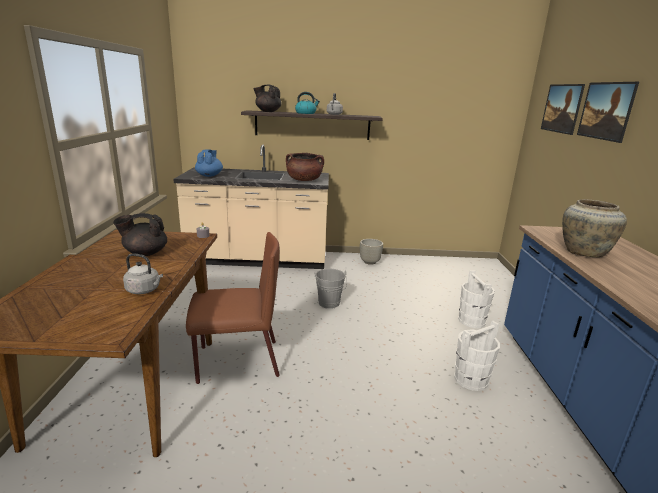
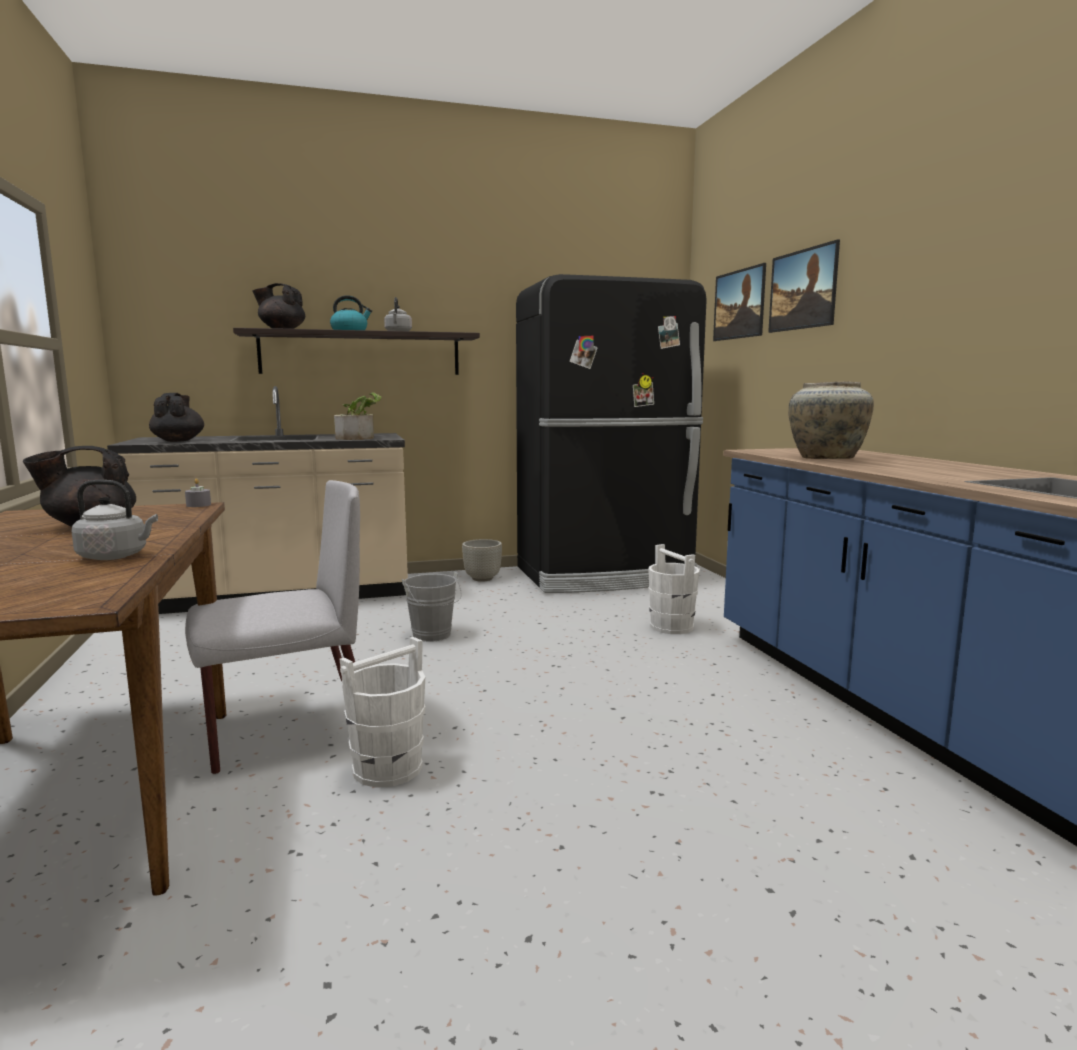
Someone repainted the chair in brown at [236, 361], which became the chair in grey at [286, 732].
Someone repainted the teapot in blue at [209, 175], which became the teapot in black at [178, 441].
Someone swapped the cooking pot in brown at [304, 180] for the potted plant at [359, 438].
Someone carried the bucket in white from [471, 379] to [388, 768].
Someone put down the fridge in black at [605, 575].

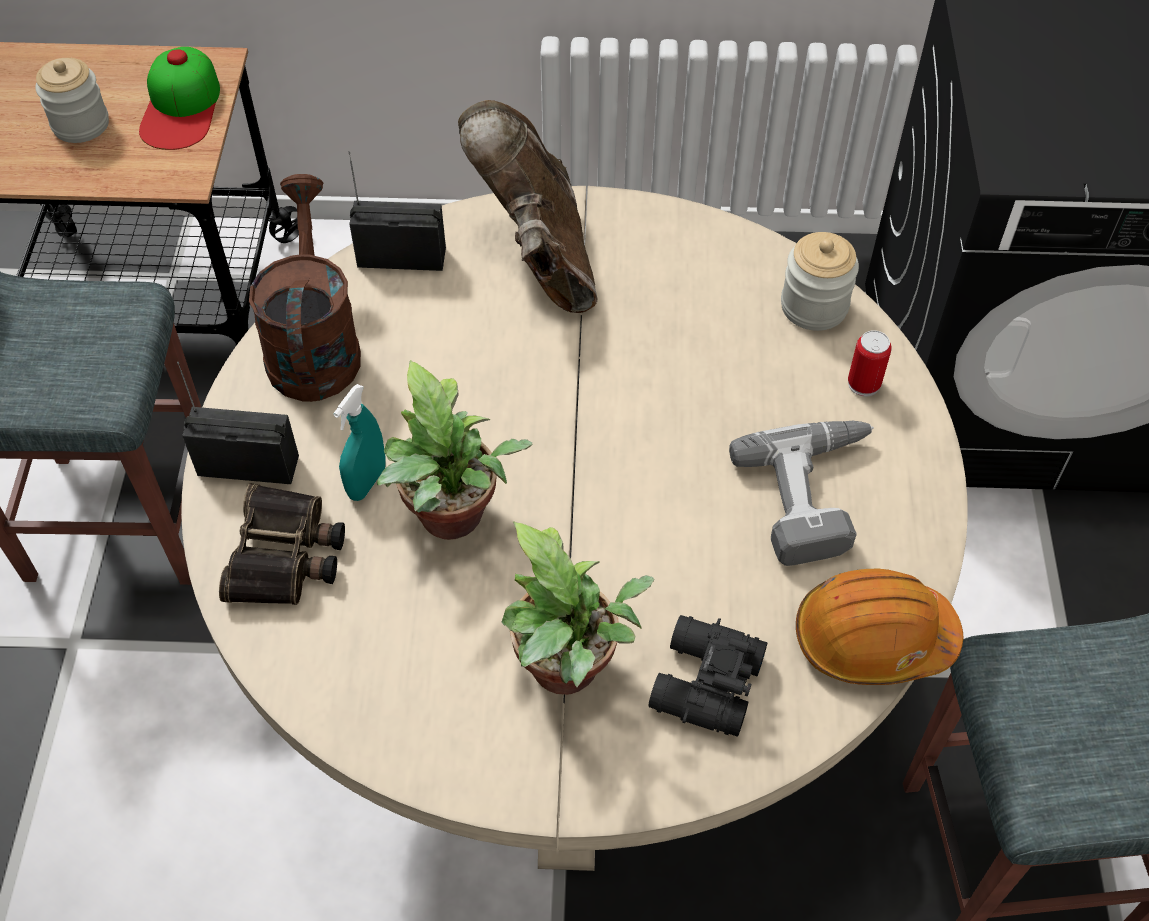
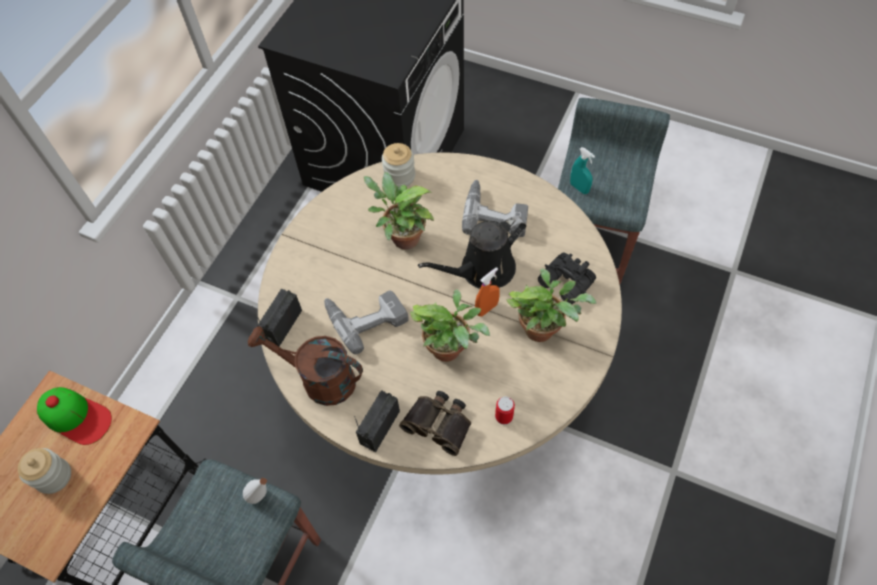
Someone carried the spray bottle in turquoise from [367, 482] to [579, 188].
Someone took away the boot in brown at [538, 257].
Someone took away the hard hat in orange at [872, 638].
Someone carried the can from [864, 384] to [504, 416].
Someone put down the bottle in white at [265, 498].
Someone put down the power drill at [365, 316].
Someone put down the potted plant at [402, 238].
Someone put down the watering can in black at [482, 270].
Someone put down the spray bottle in orange at [486, 308].

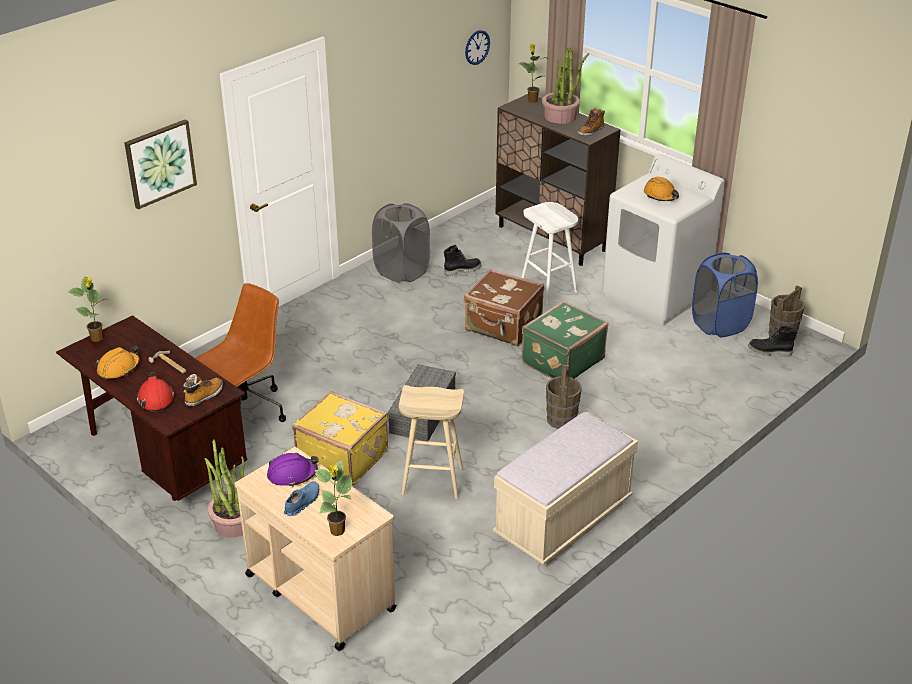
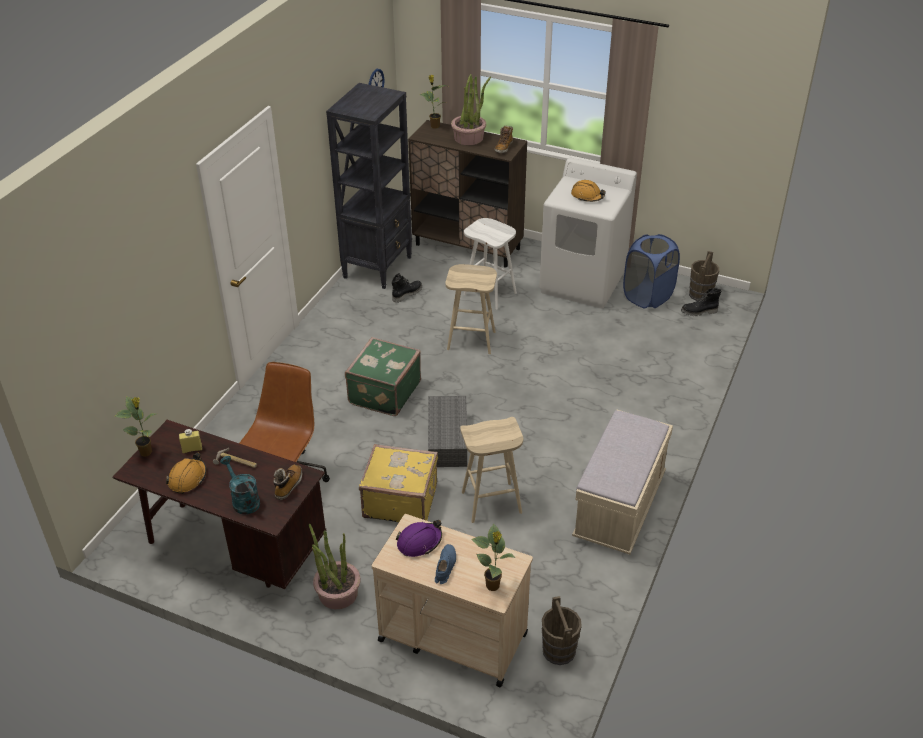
Someone took away the picture at [160, 163].
Someone swapped the hard hat in red at [155, 398] for the watering can in turquoise at [243, 500].
Someone took away the laundry basket in grey at [401, 271].
Someone swapped the suitcase in brown at [503, 327] for the stool in beige at [472, 340].
Someone carried the suitcase in green from [561, 361] to [383, 392].
Someone carried the bucket in brown from [561, 420] to [559, 651].
Someone put down the bottle in yellow at [192, 449].
Someone put down the bookcase in black at [378, 267].

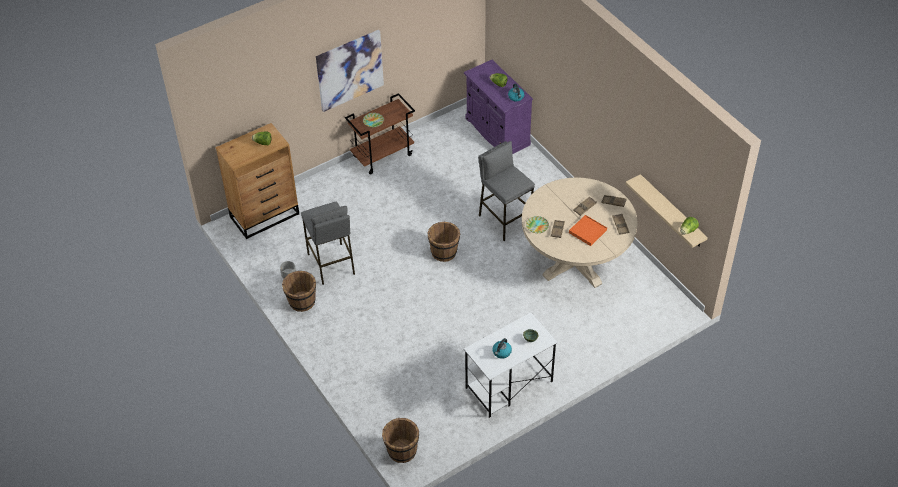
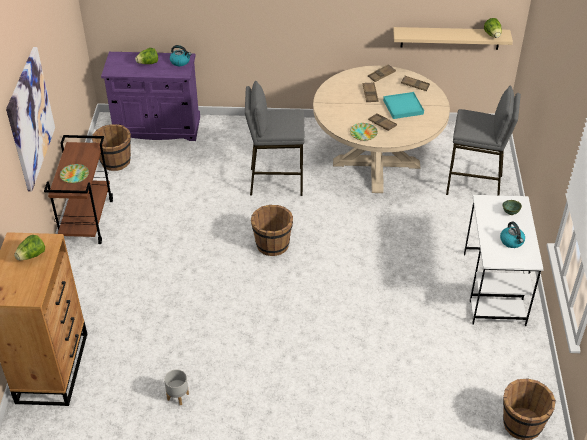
Someone carried the bucket in brown from [301, 302] to [115, 162].
Someone carried the stool in grey from [331, 264] to [474, 185].
Someone repainted the tray in orange at [588, 231], which became the tray in turquoise at [403, 107].

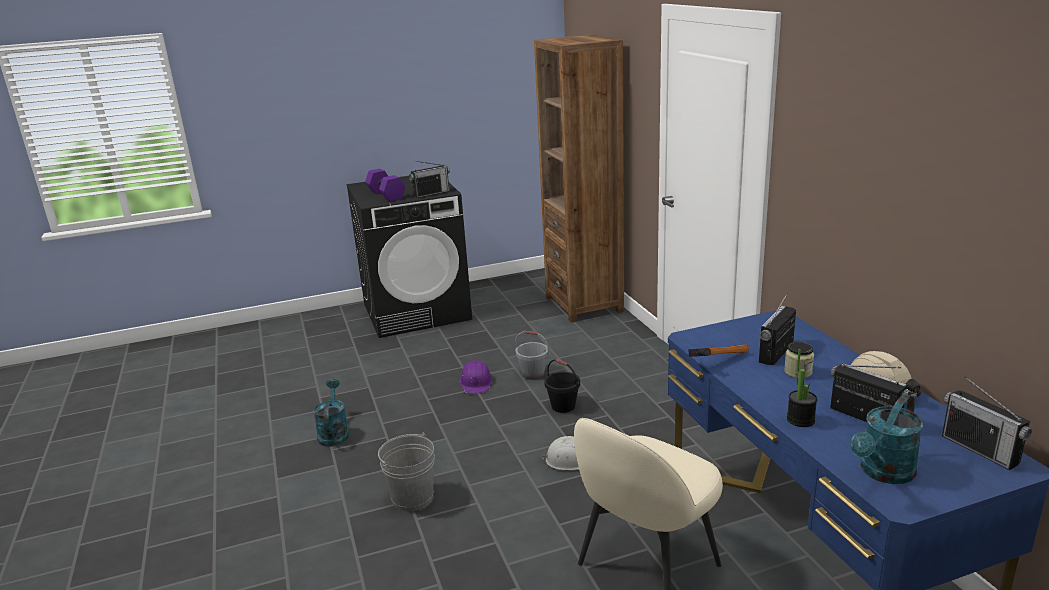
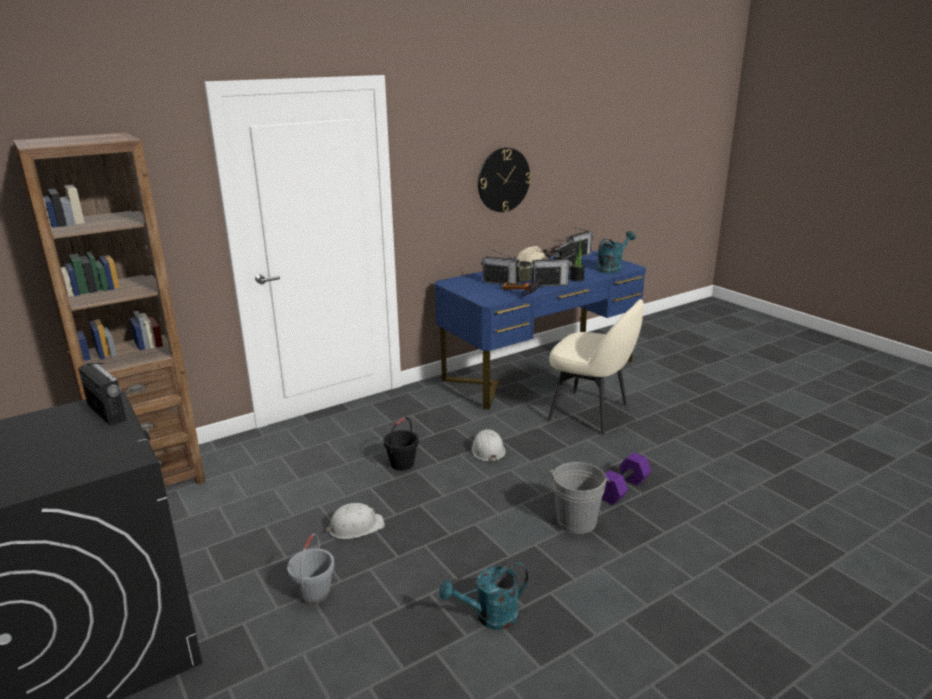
Someone carried the dumbbell in purple from [385, 195] to [623, 489].
Someone repainted the hard hat in purple at [476, 382], which became the hard hat in white at [355, 527].
Someone carried the bucket in grey from [533, 374] to [314, 594].
Someone rotated the watering can in turquoise at [883, 473] by 75 degrees counterclockwise.
Someone put up the wall clock at [503, 180].
Someone put down the radio at [549, 284].

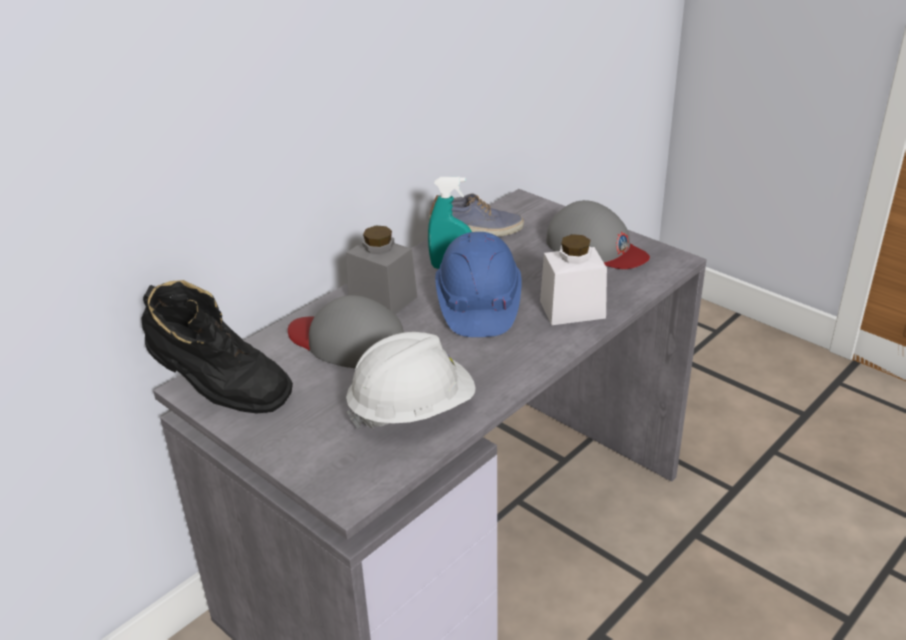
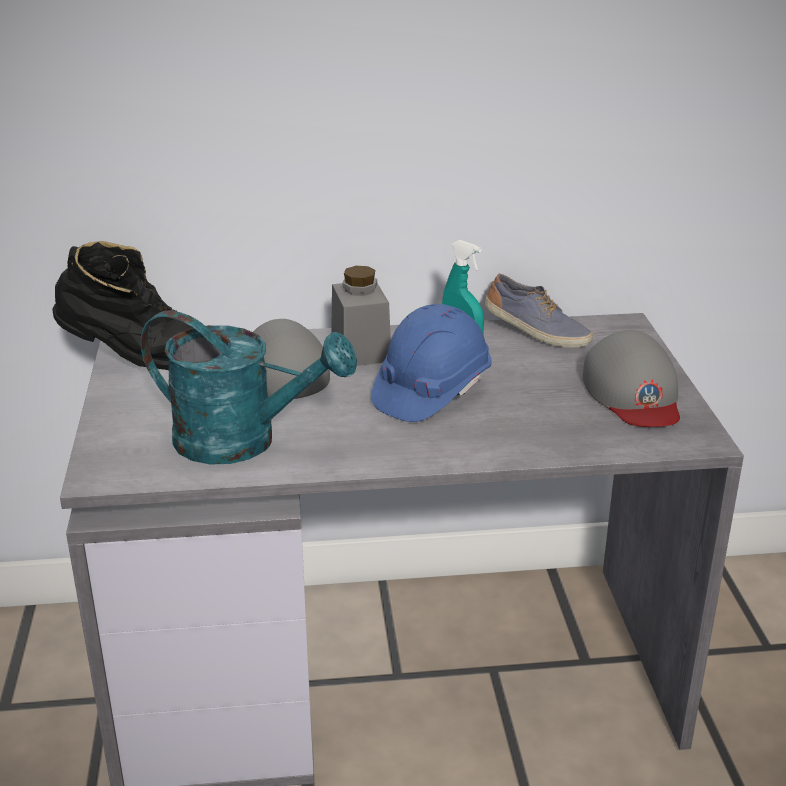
Someone rotated the boot in black at [219, 393] by 60 degrees counterclockwise.
Someone swapped the hard hat in white at [412, 409] for the watering can in turquoise at [243, 441].
Someone took away the jar in white at [572, 309].

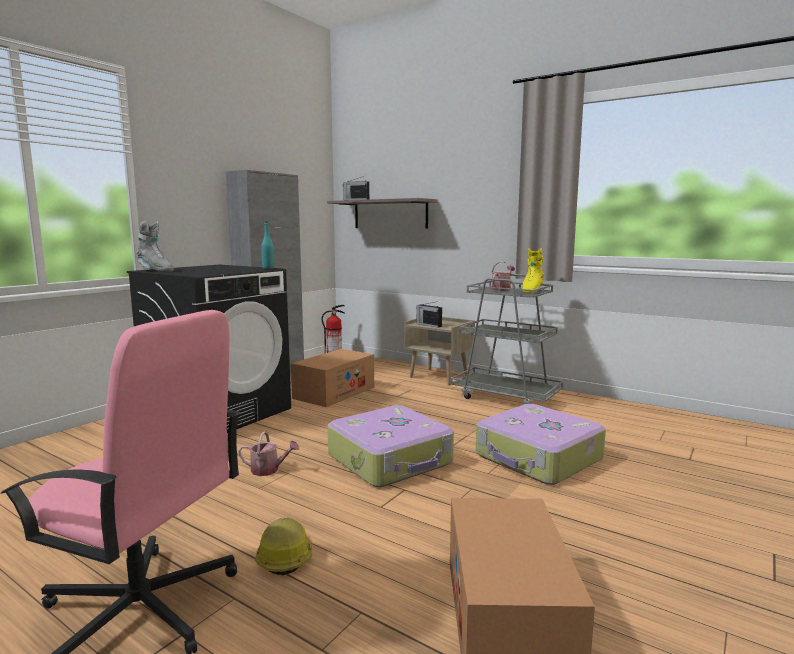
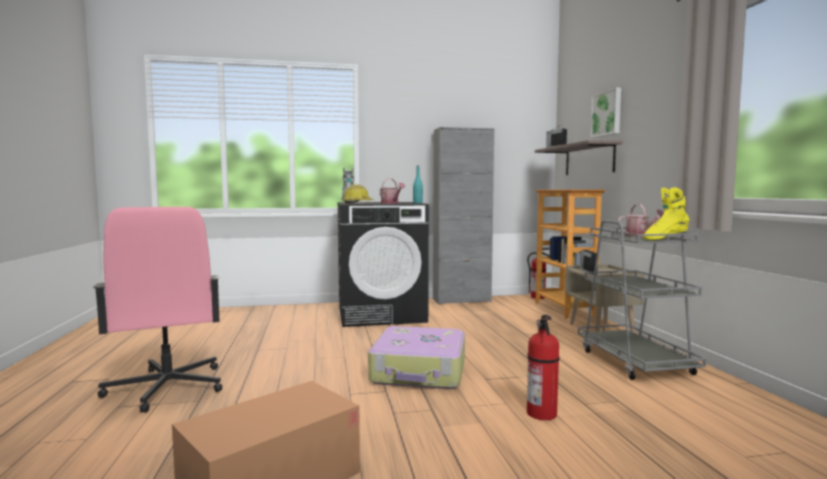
Someone carried the watering can from [269, 470] to [391, 203].
Someone carried the hard hat from [284, 556] to [358, 203].
Someone took away the cardboard box at [334, 392].
Someone swapped the suitcase at [538, 458] for the fire extinguisher at [542, 414].
Someone put down the bookcase at [565, 309].
Someone put up the picture at [607, 114].

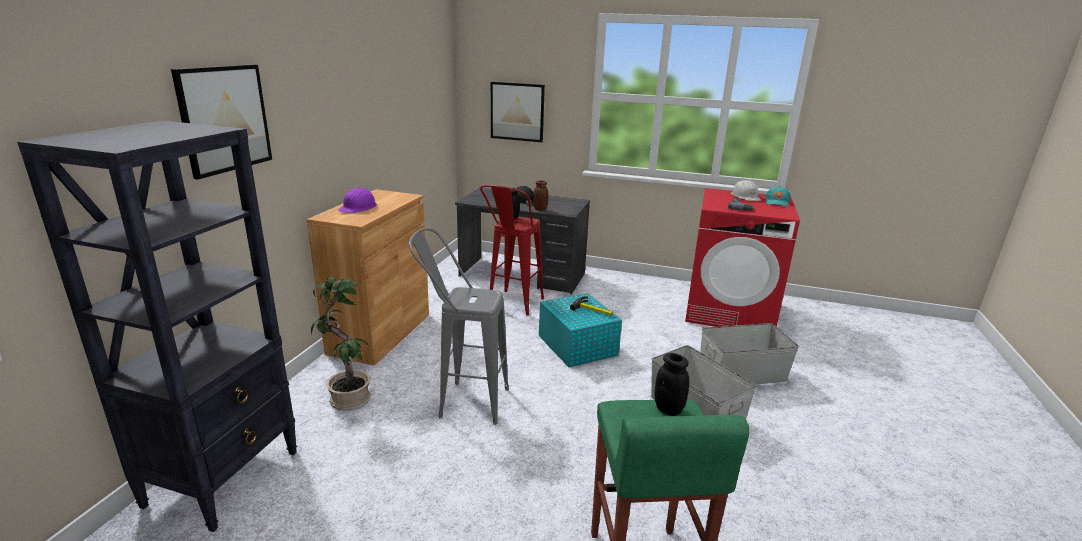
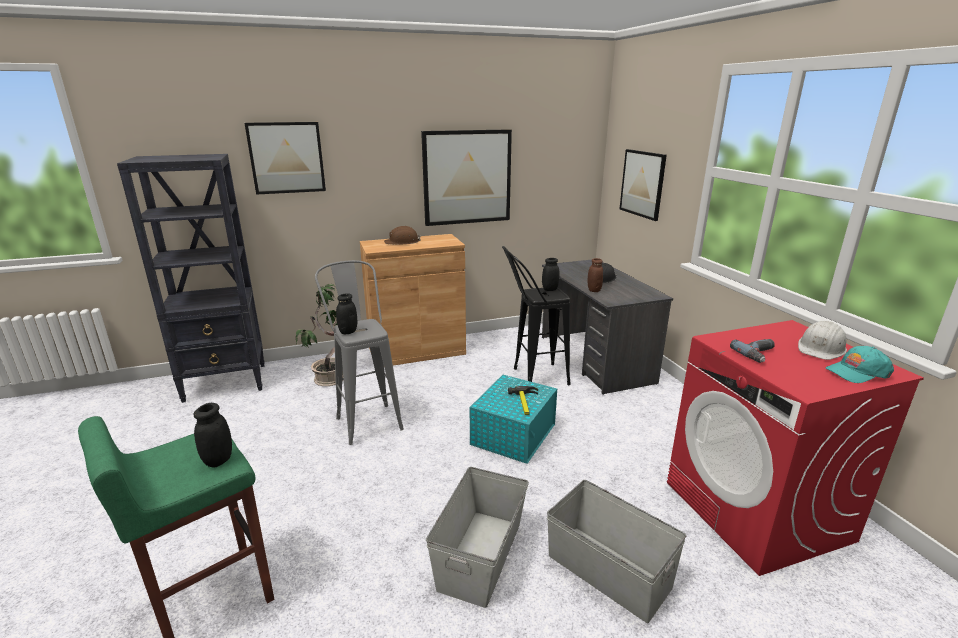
Someone repainted the hard hat in purple at [358, 207], which became the hard hat in brown at [402, 242].
Someone repainted the stool in red at [512, 306], which became the stool in black at [532, 378].
Someone put down the jar in black at [348, 331].
Someone put up the picture at [467, 177].

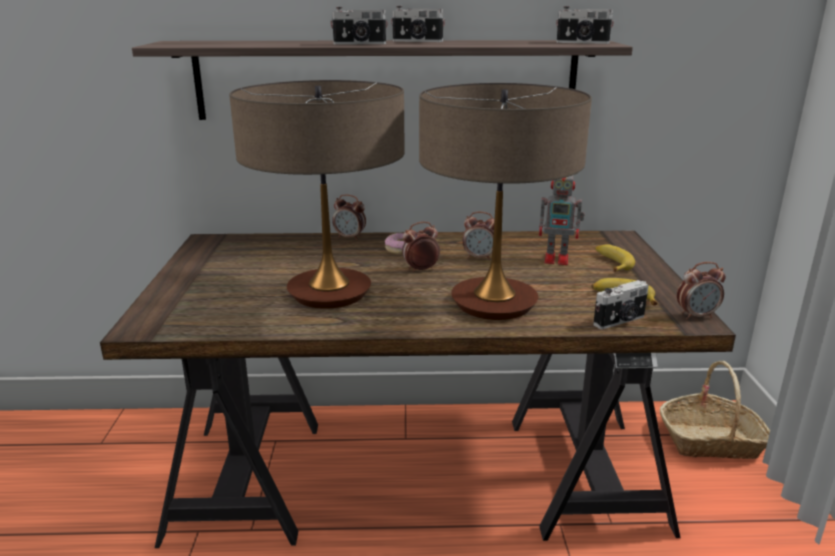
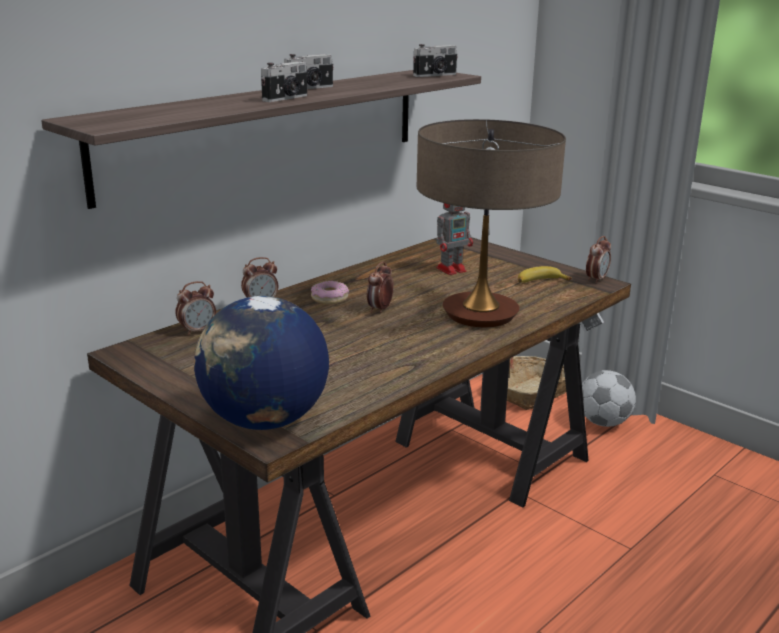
Someone took away the table lamp at [329, 293].
Someone carried the alarm clock from [479, 257] to [197, 331].
Someone took away the photo camera at [620, 321].
Someone took away the banana at [612, 263].
Someone put down the globe at [264, 421].
Someone put down the football at [604, 422].

